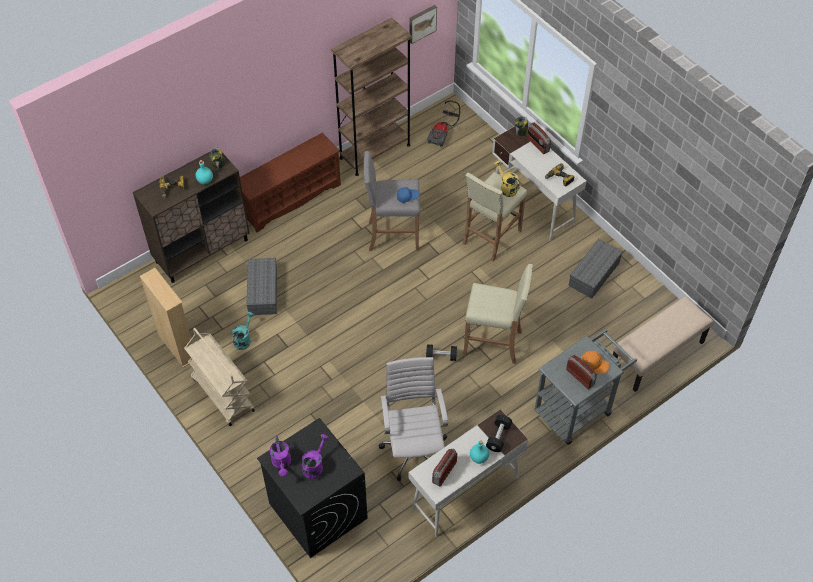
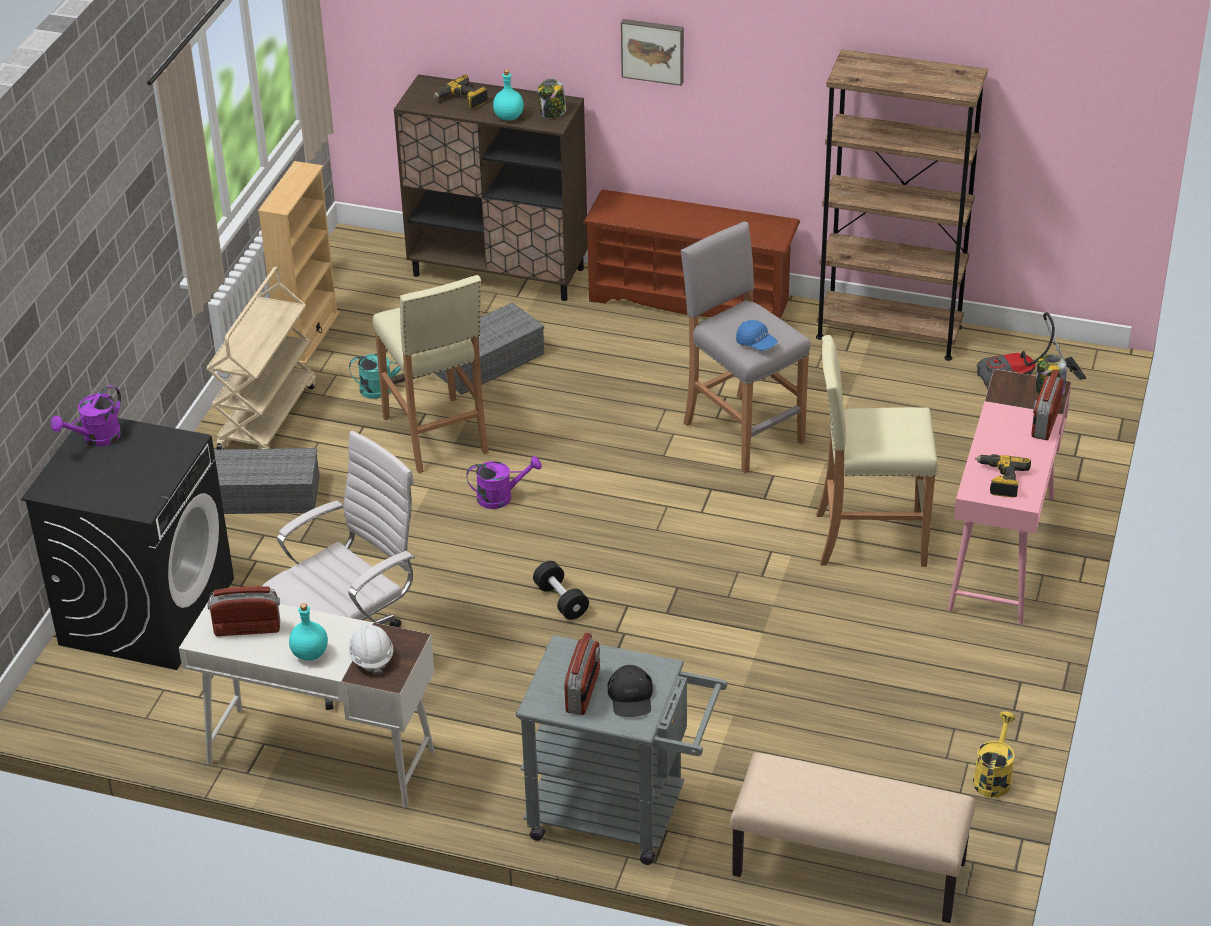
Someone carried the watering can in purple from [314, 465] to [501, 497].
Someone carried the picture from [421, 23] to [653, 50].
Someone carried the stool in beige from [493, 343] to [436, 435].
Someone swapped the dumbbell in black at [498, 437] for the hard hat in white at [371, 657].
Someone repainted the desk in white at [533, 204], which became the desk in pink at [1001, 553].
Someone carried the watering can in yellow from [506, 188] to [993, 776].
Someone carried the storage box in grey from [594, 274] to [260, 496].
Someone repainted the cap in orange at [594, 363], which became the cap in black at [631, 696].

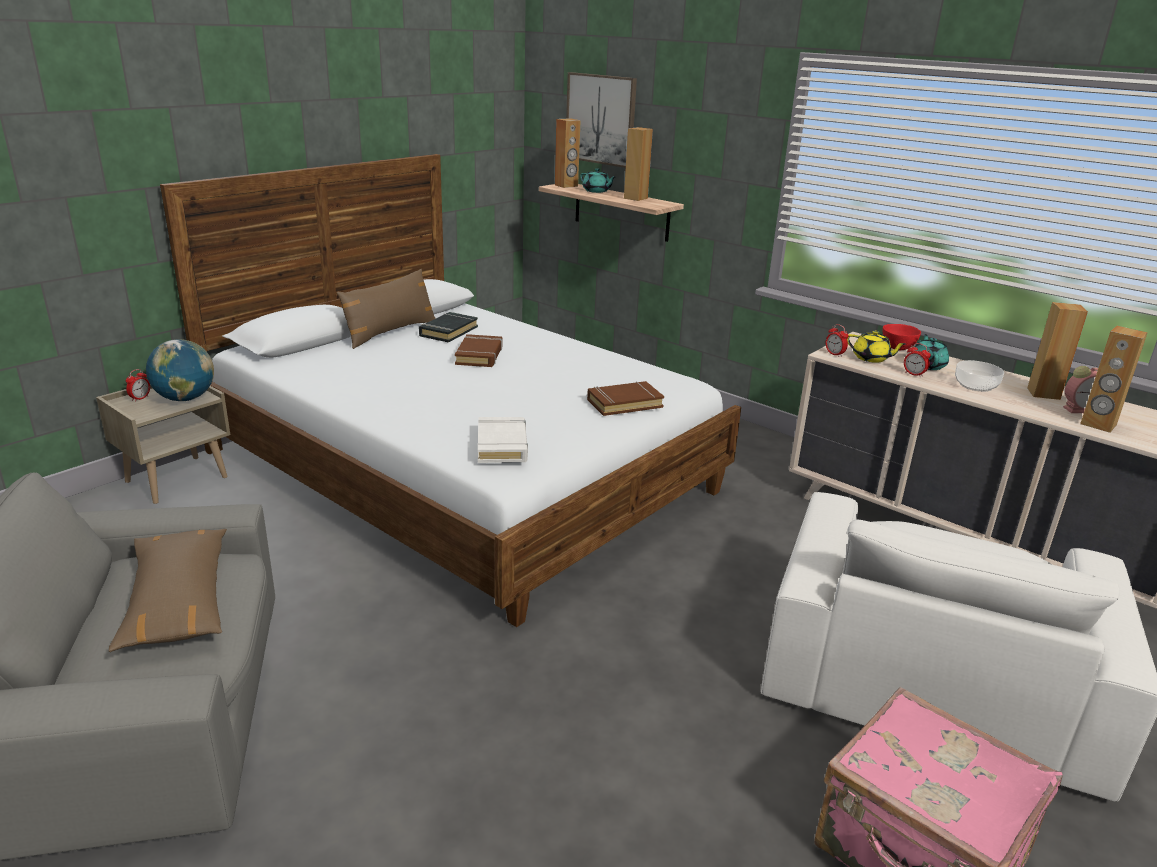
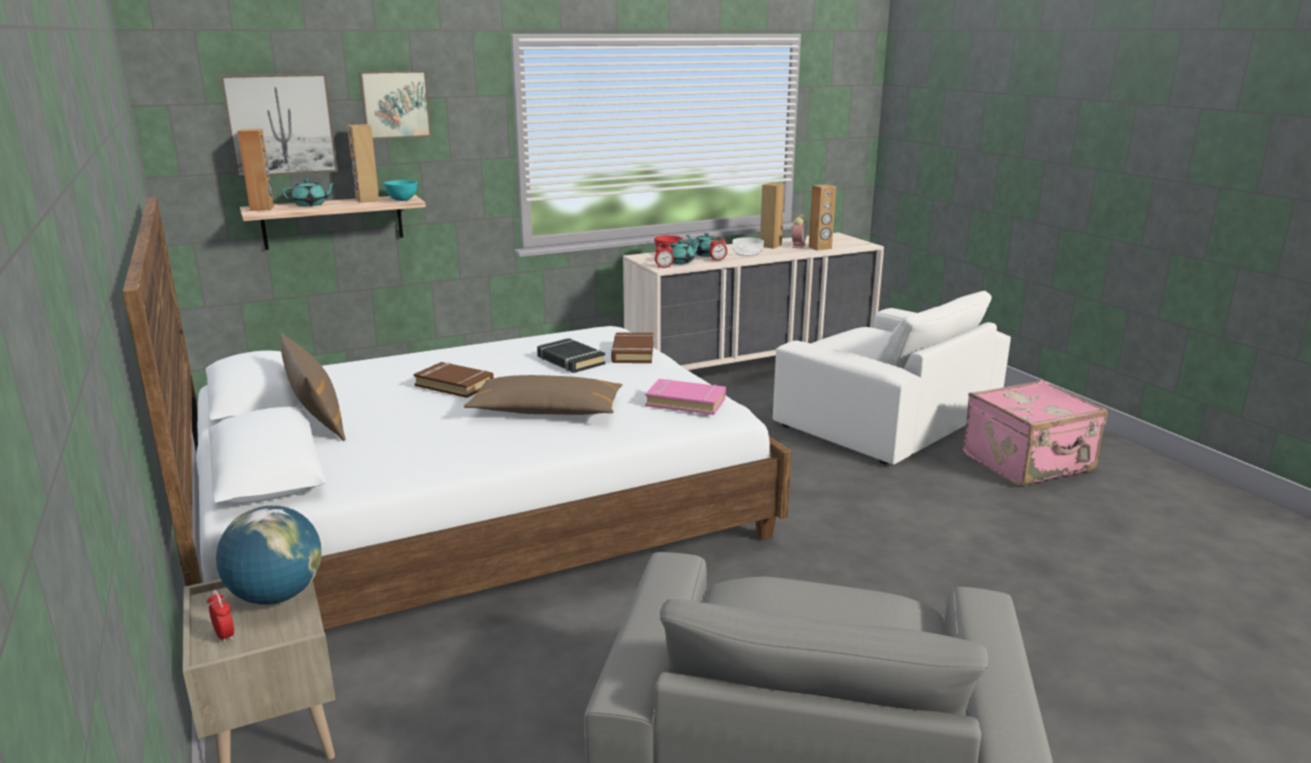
Someone carried the pillow in brown from [178, 600] to [546, 411].
Someone carried the book in black from [448, 331] to [570, 361].
Someone repainted the book in white at [502, 445], which became the book in pink at [686, 402].
Someone repainted the teapot in yellow at [871, 358], which became the teapot in turquoise at [680, 262].
Someone put up the picture at [395, 104].
Someone put down the bowl in turquoise at [402, 200].

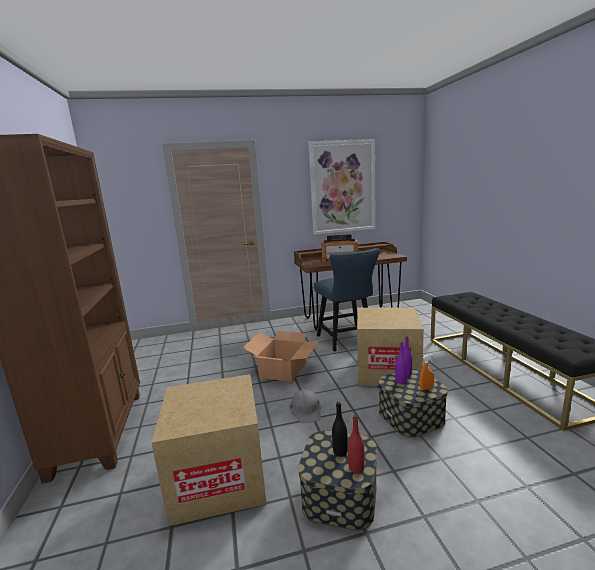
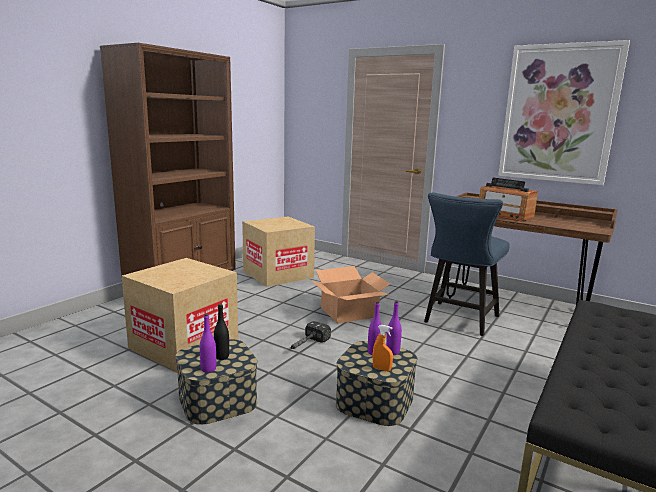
Someone swapped the hard hat in grey at [306, 409] for the hammer at [306, 345].
Someone repainted the bottle in red at [356, 468], which became the bottle in purple at [208, 369].
Someone carried the cardboard box from [387, 370] to [278, 274].

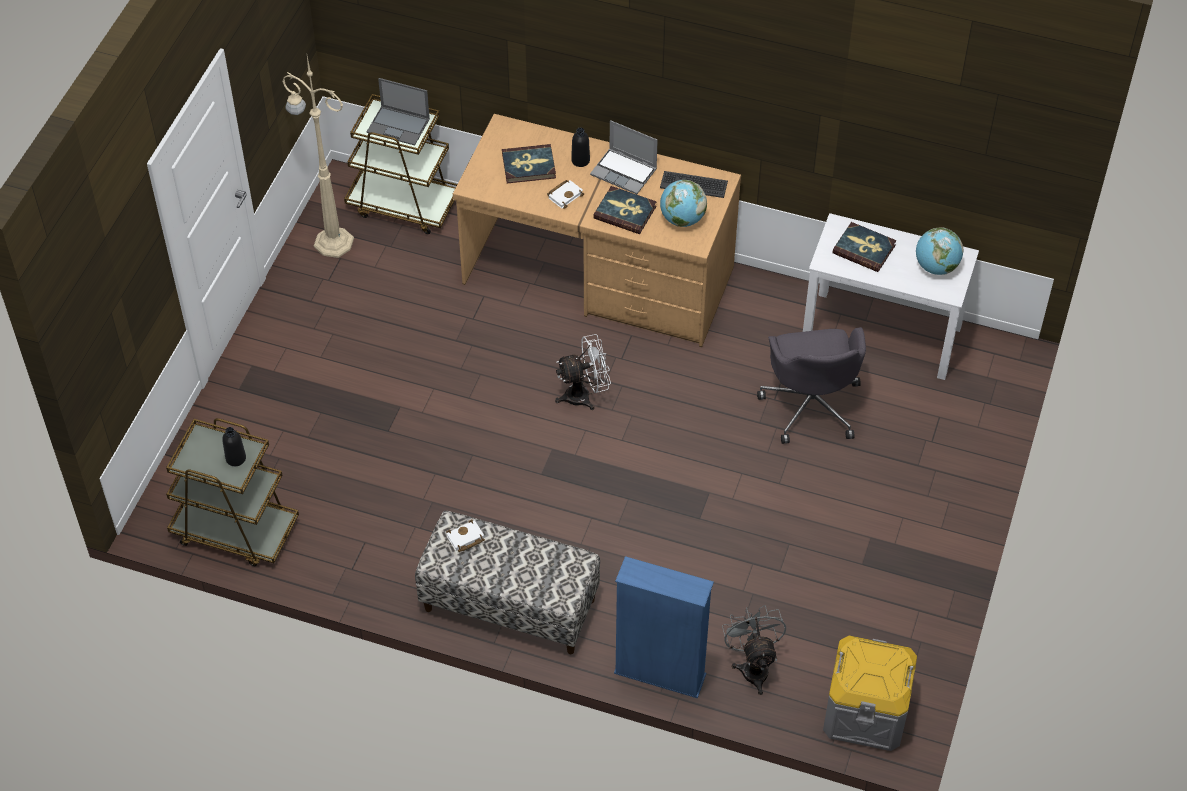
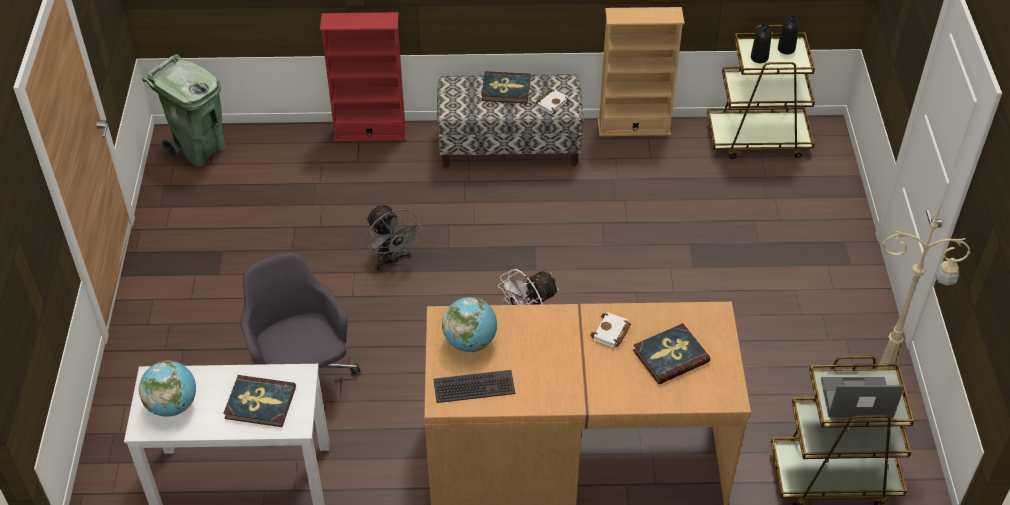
Someone carried the bottle in black from [580, 160] to [786, 49].
Someone took away the laptop at [625, 172].
Someone carried the book from [625, 212] to [506, 89].
Someone repainted the bookcase in blue at [659, 674], which became the bookcase in red at [370, 133].
Someone carried the fan in grey from [753, 666] to [391, 260].
Someone swapped the storage box in grey at [865, 712] for the trash can in green at [199, 149].
Someone put down the bookcase in beige at [634, 127].

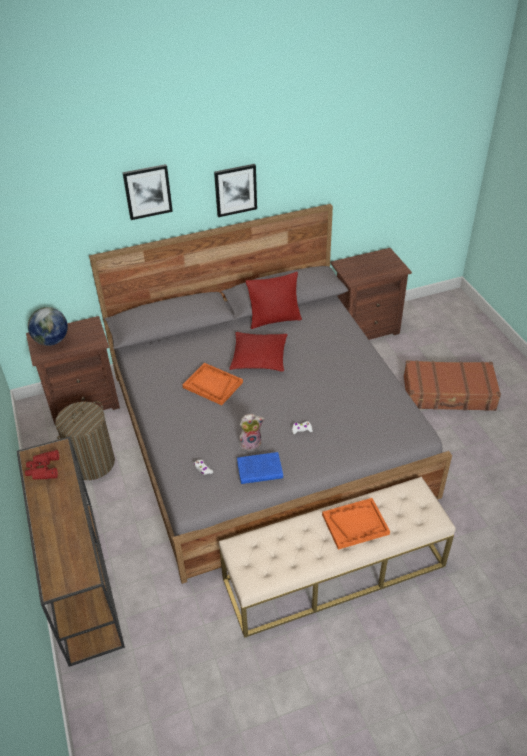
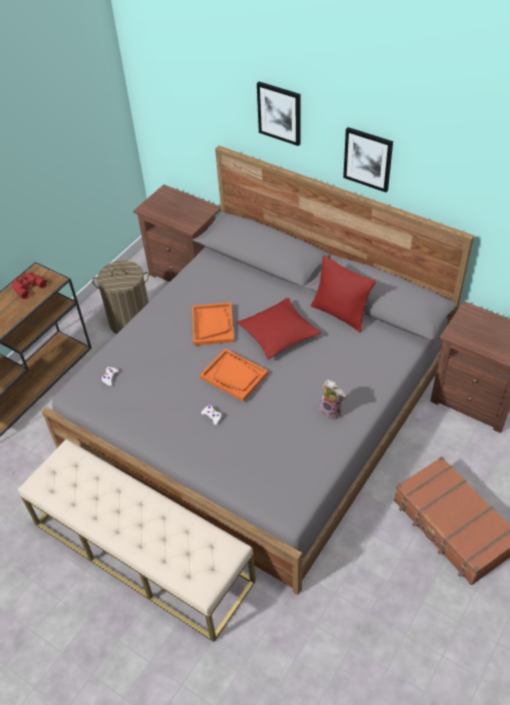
Someone took away the globe at [52, 341].
Someone took away the book in blue at [258, 470].
Someone carried the plush toy from [251, 443] to [332, 411].
Someone carried the tray in orange from [355, 524] to [234, 376].

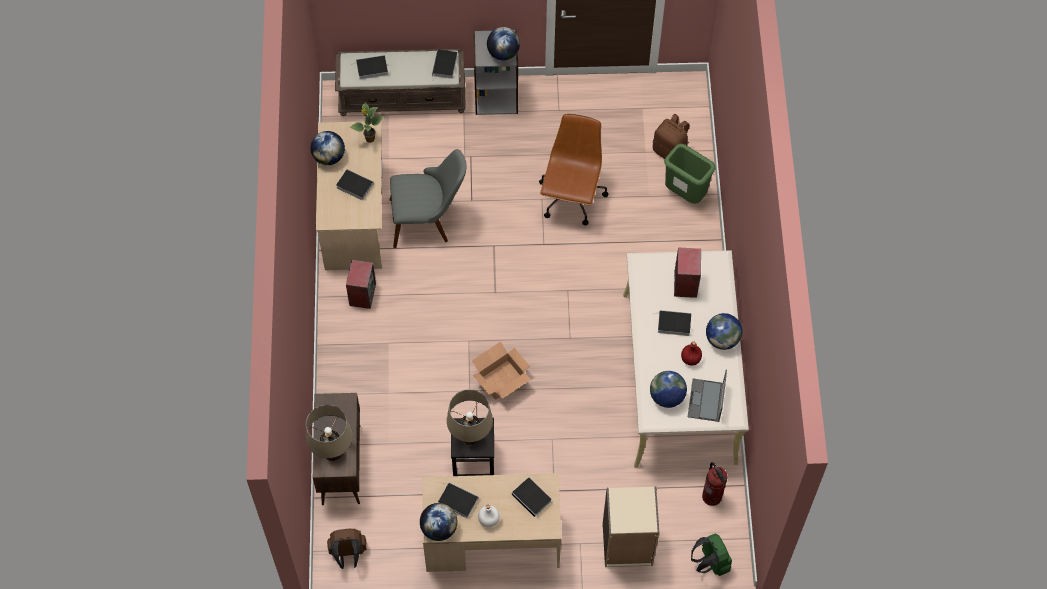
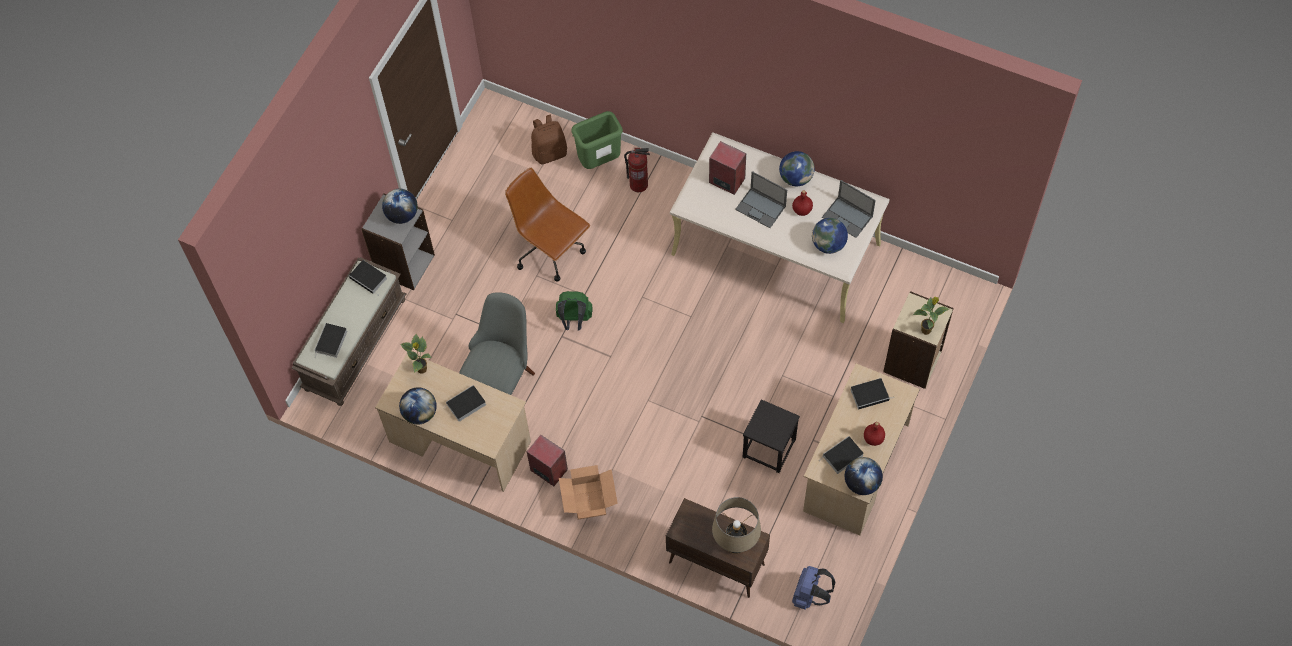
Someone repainted the backpack in brown at [348, 554], which became the backpack in blue at [810, 595].
Someone took away the table lamp in beige at [470, 437].
Someone carried the cardboard box from [501, 379] to [588, 500].
Someone repainted the bottle in white at [488, 520], which became the bottle in red at [873, 439].
Someone swapped the book at [673, 324] for the laptop at [761, 208].
Someone carried the backpack in green from [710, 562] to [574, 320].
Someone carried the fire extinguisher from [712, 496] to [638, 184].
Someone put down the potted plant at [926, 329].

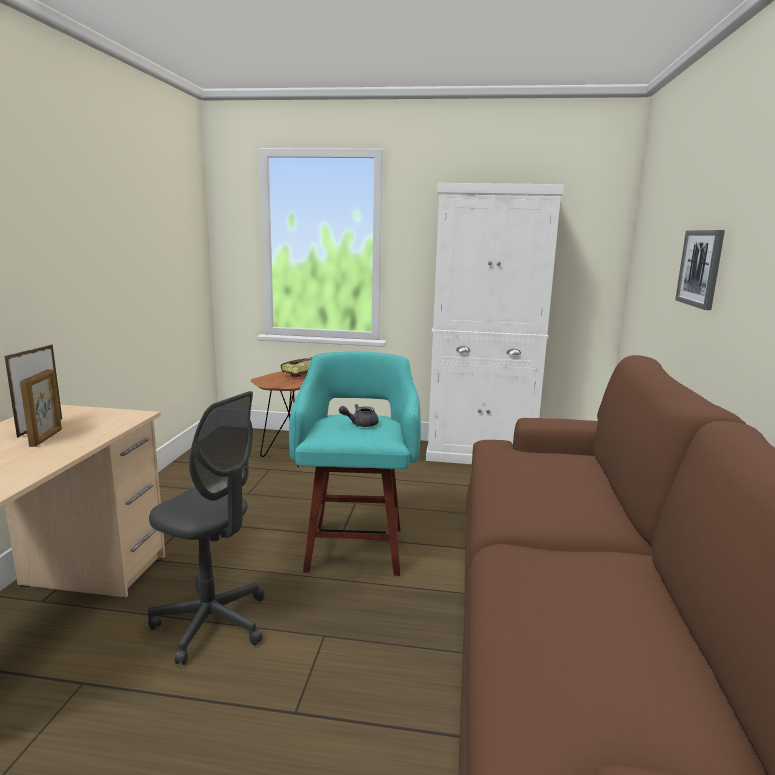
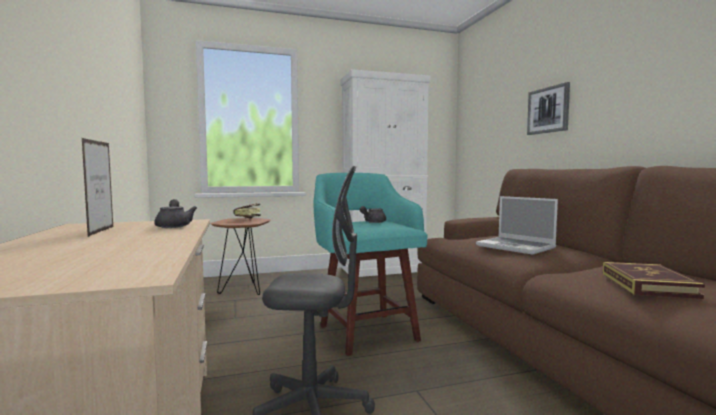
Someone took away the picture frame at [46, 438].
Someone put down the teapot in grey at [174, 226].
Someone put down the laptop at [516, 247].
Someone put down the book at [647, 285].

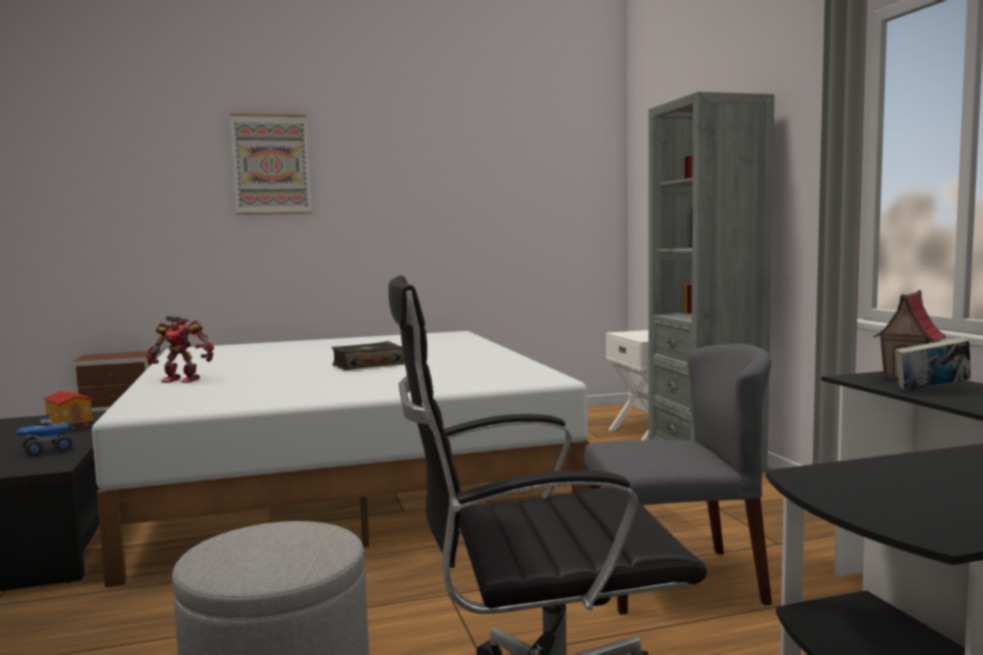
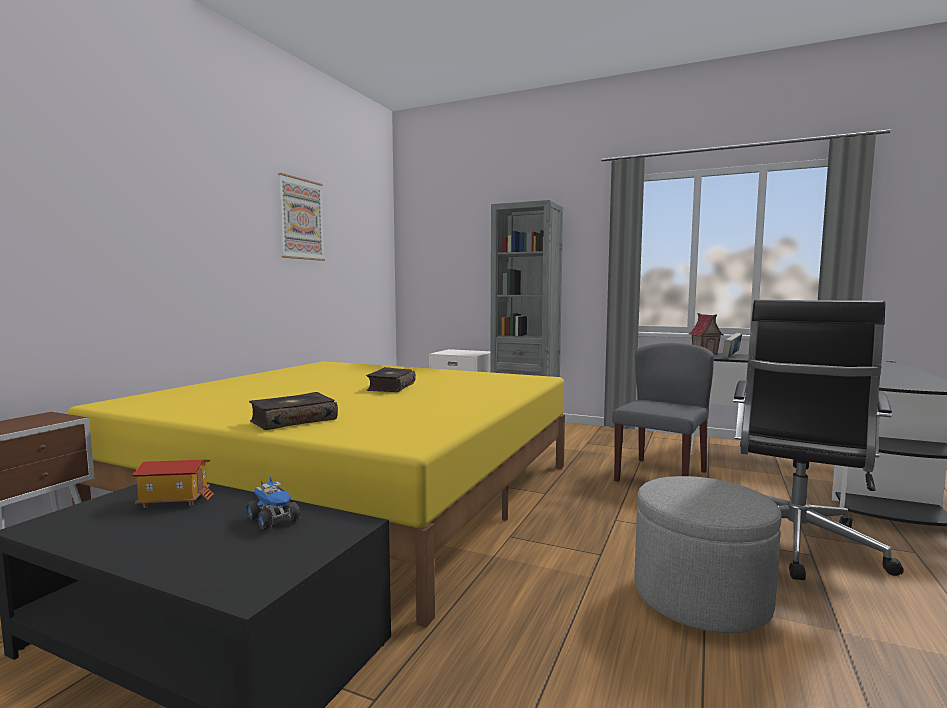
Someone rotated the toy truck at [47, 450] by 45 degrees counterclockwise.
Someone repainted the bed in white at [345, 477], which became the bed in yellow at [355, 491].
Someone swapped the toy robot at [182, 380] for the book at [293, 421].
Someone carried the picture from [271, 164] to [301, 219].

